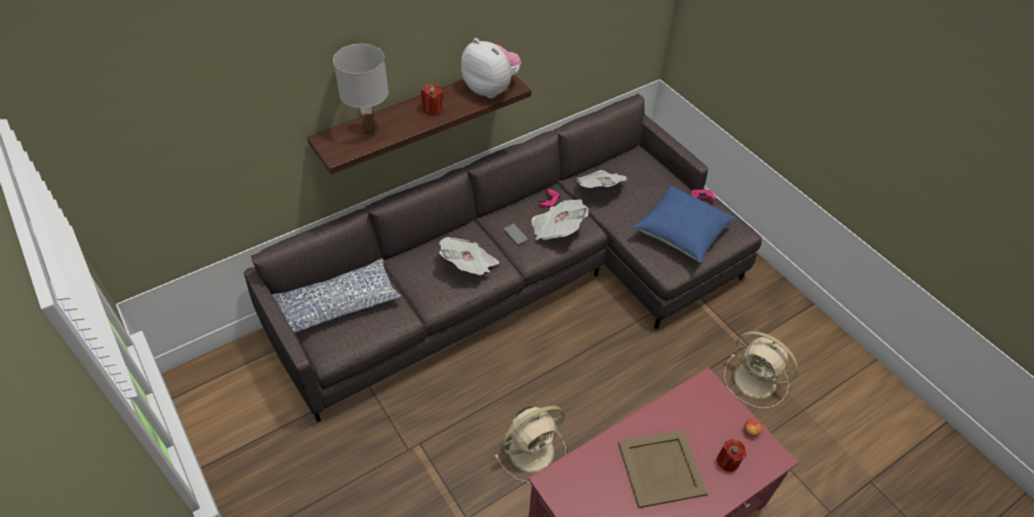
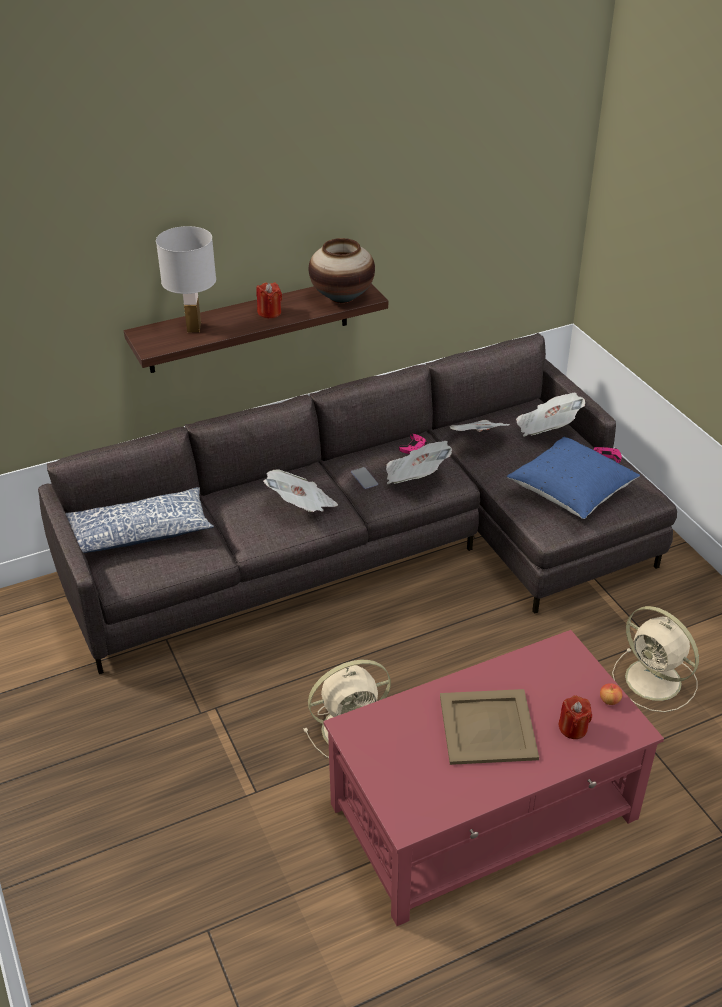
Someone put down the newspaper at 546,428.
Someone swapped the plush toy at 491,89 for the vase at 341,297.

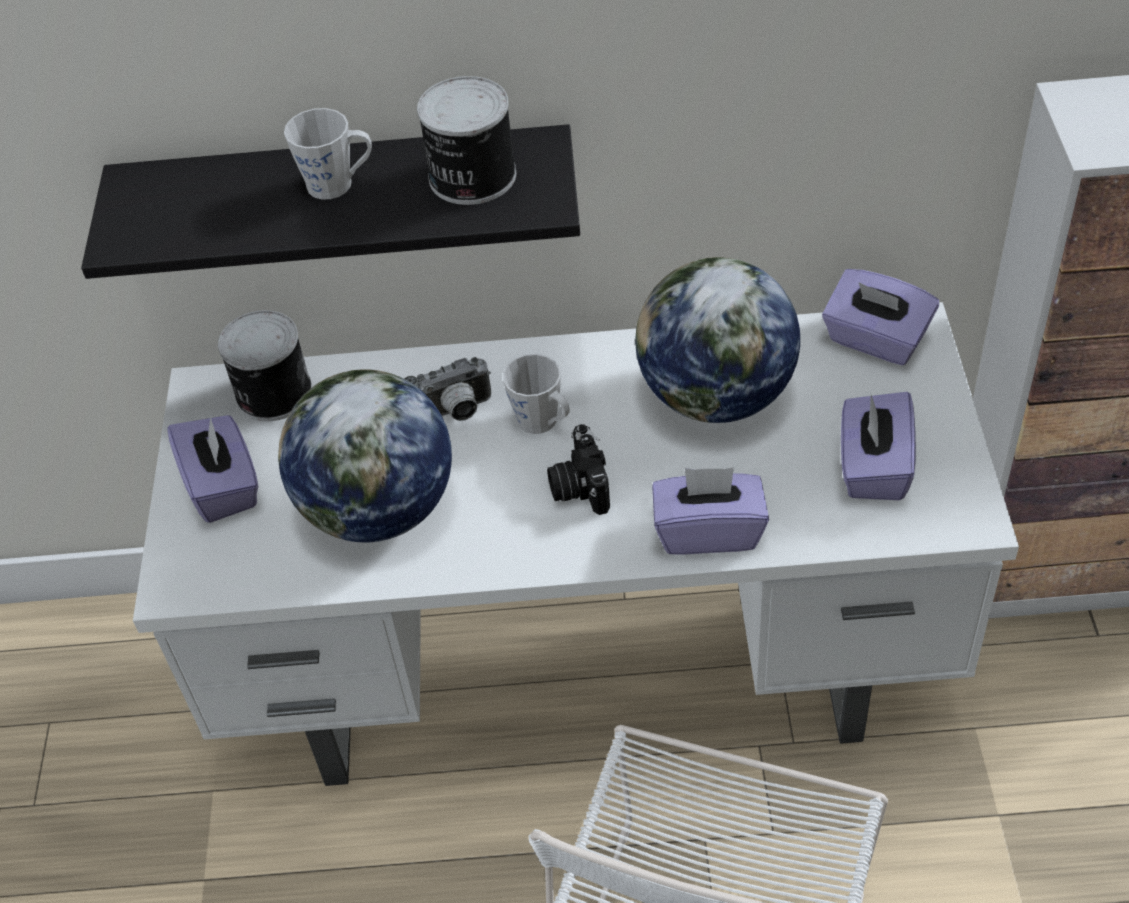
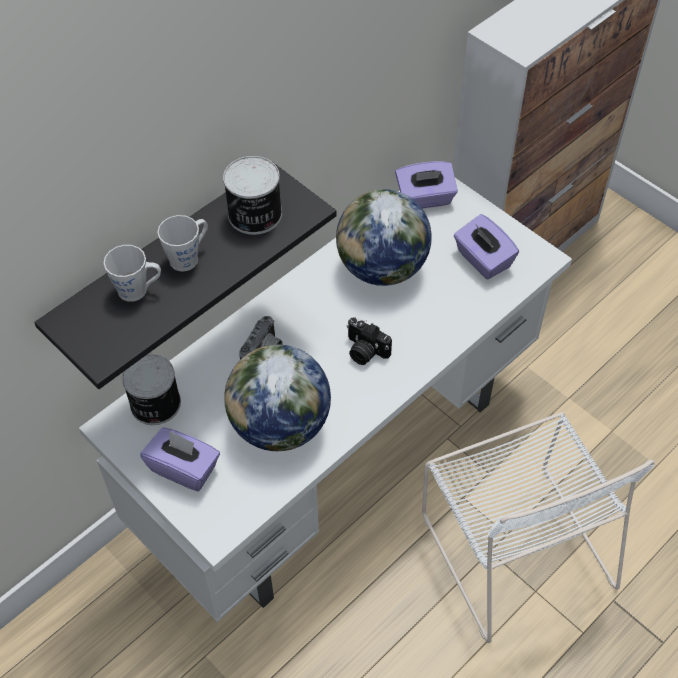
Someone took away the purple tissue box at 708,531.
Someone carried the grey mug from 543,422 to 138,290.

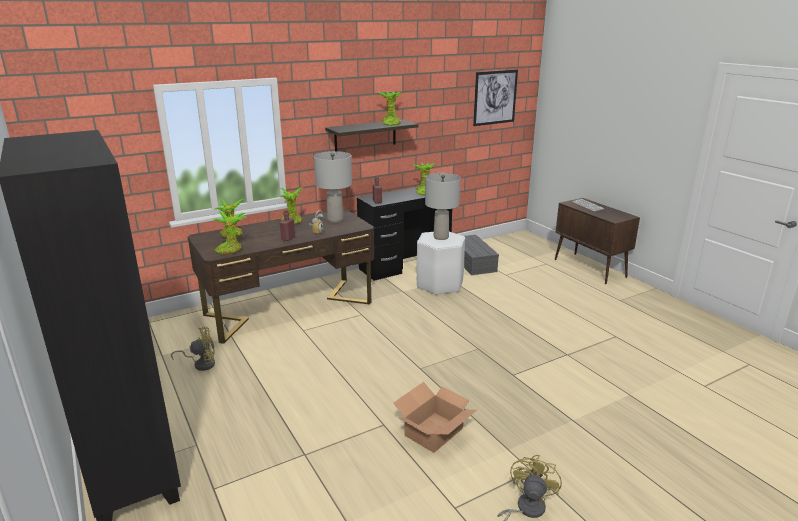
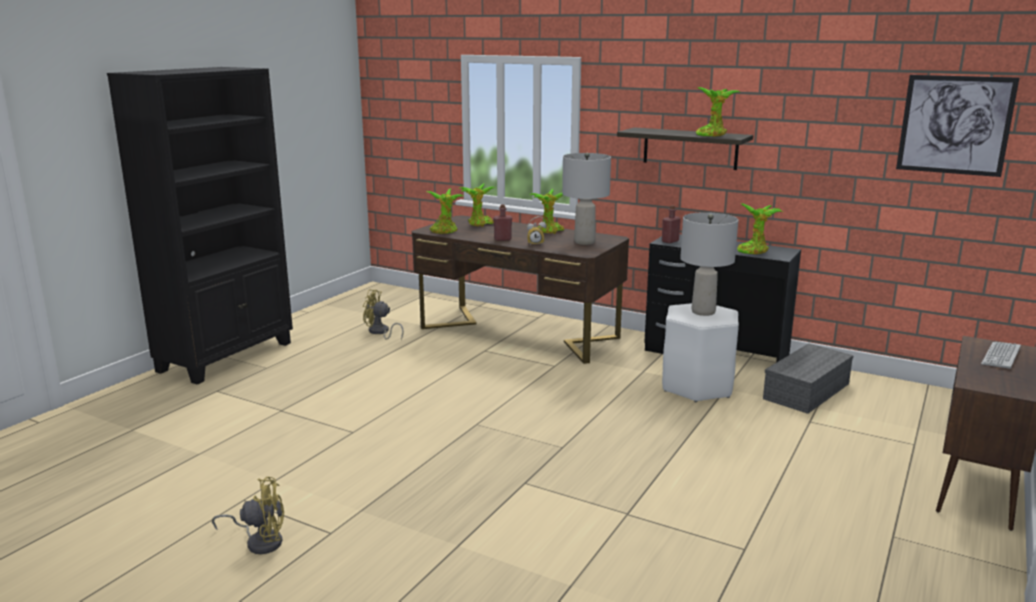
Someone took away the cardboard box at 433,432.
Someone rotated the yellow fan at 201,364 by 150 degrees clockwise.

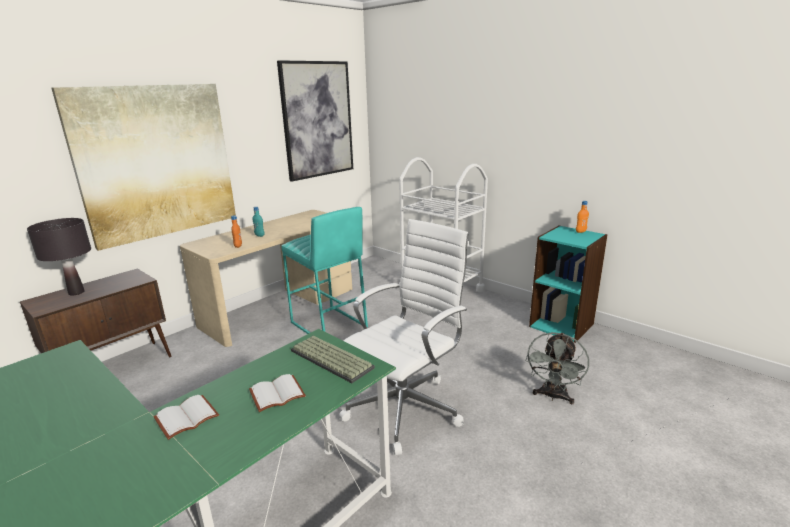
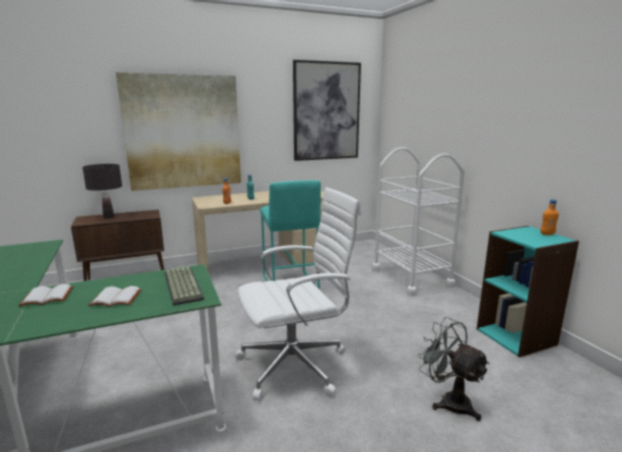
Someone rotated the grey fan at 553,396 by 90 degrees clockwise.

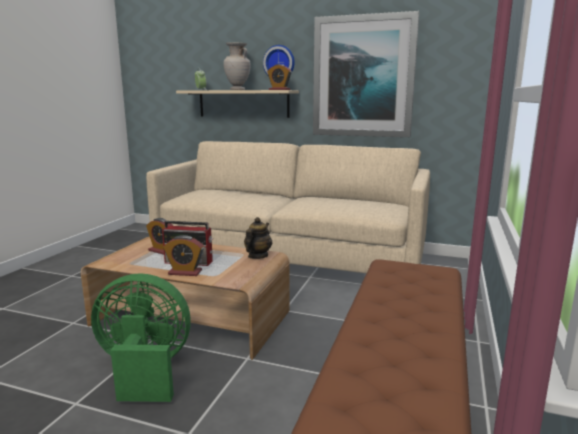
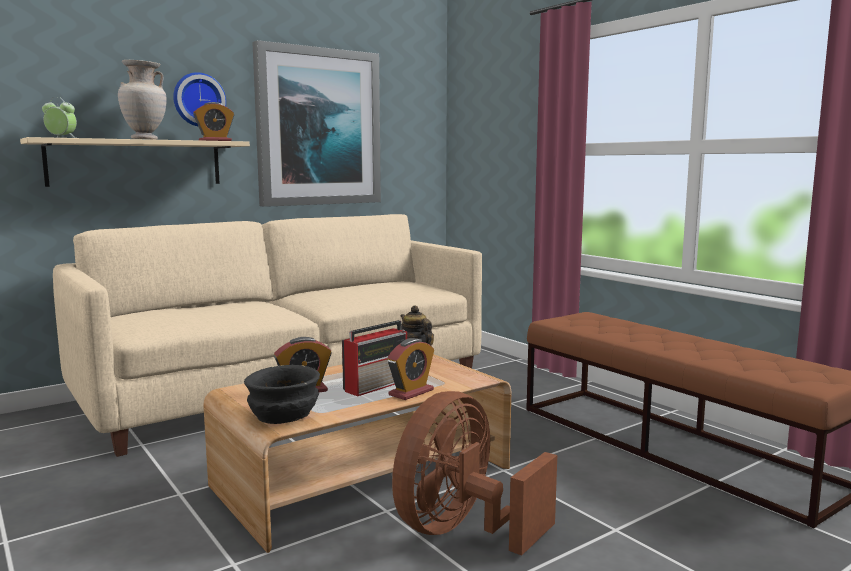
Someone put down the black bowl at 283,416.
Someone repainted the green fan at 145,371, which became the brown fan at 462,530.

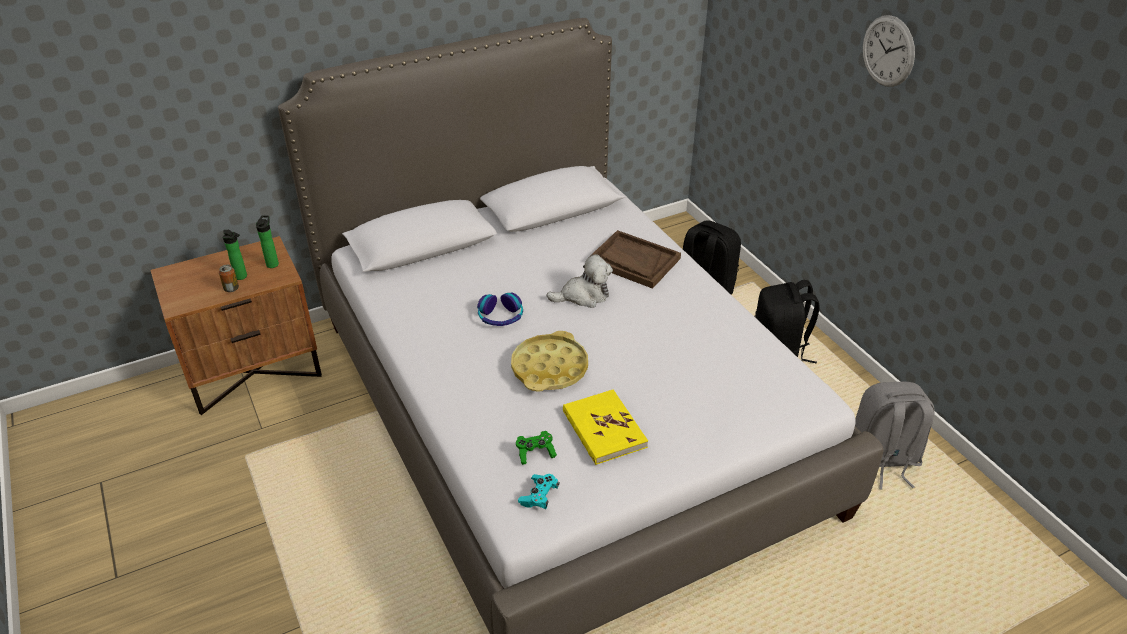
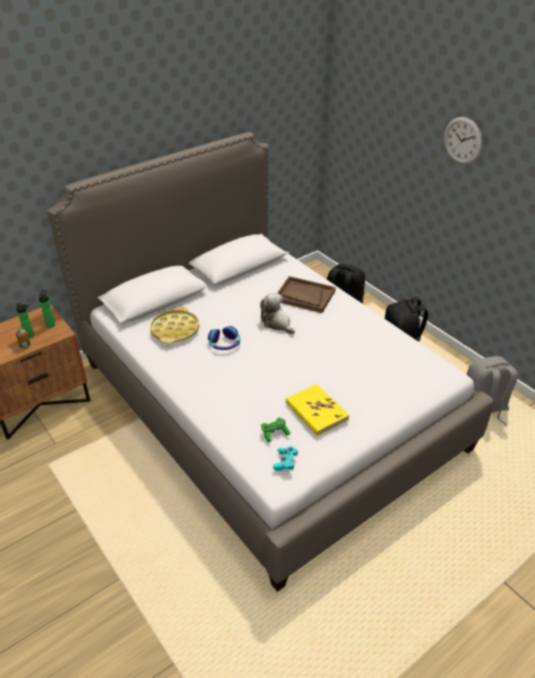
Someone carried the yellow tray from 550,368 to 175,330.
Someone rotated the plush toy at 583,296 by 105 degrees counterclockwise.

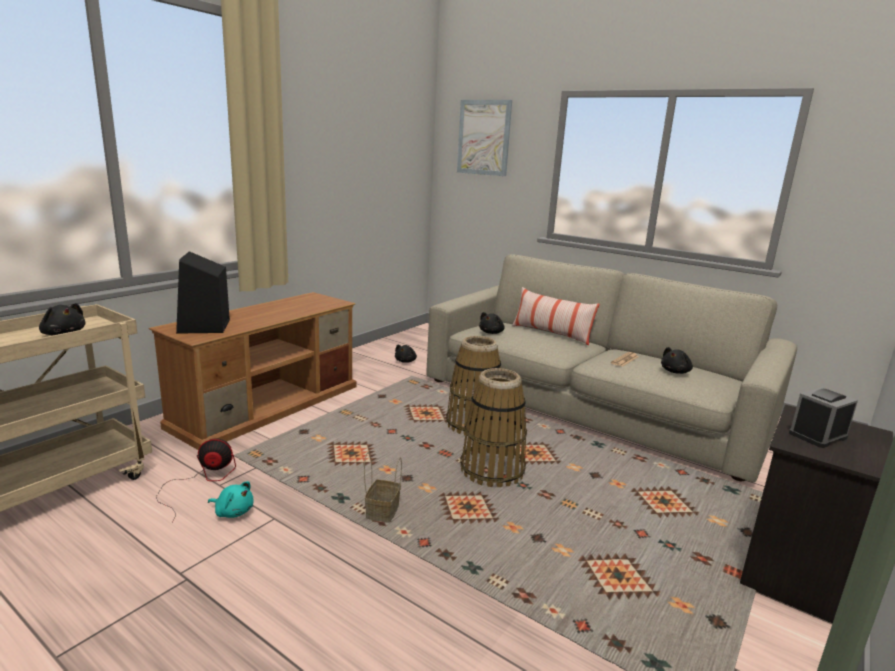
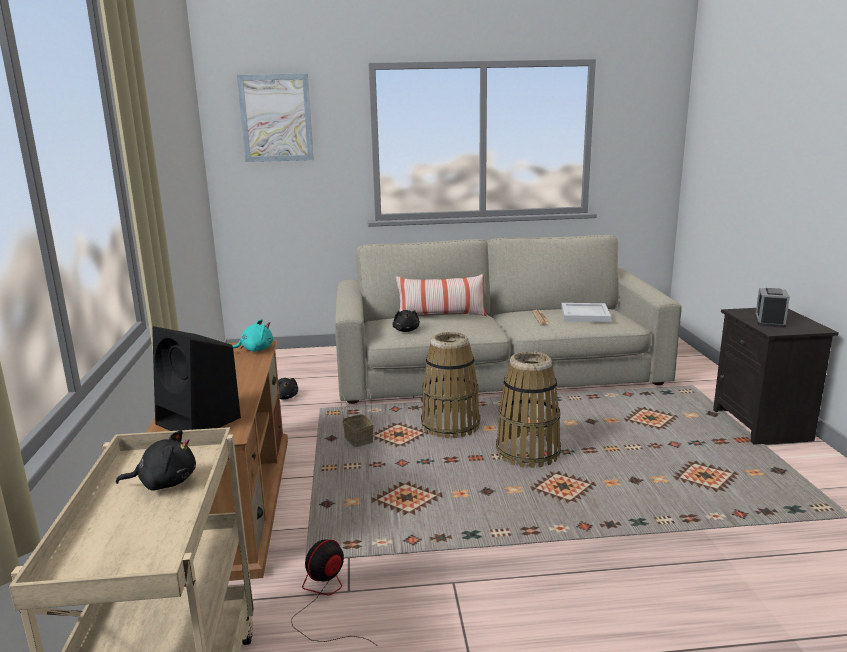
Someone carried the turquoise plush toy from 233,512 to 255,350.
Someone carried the basket from 382,511 to 357,440.
Someone swapped the black plush toy at 676,372 for the white tray at 585,315.

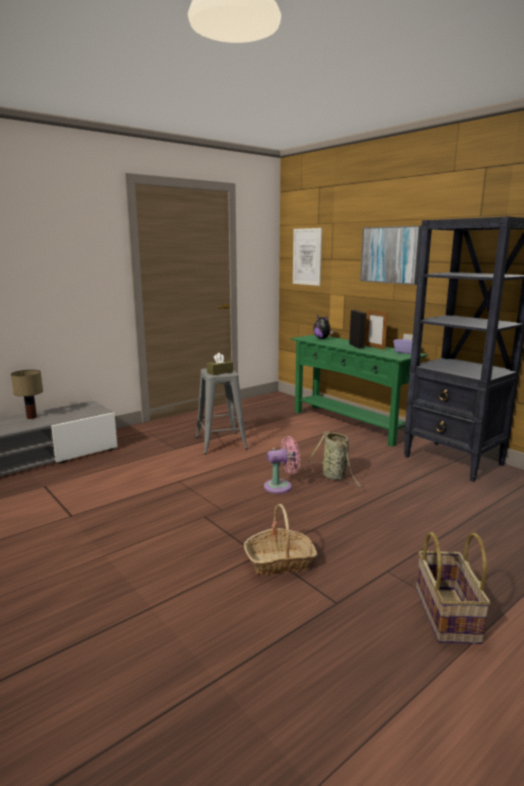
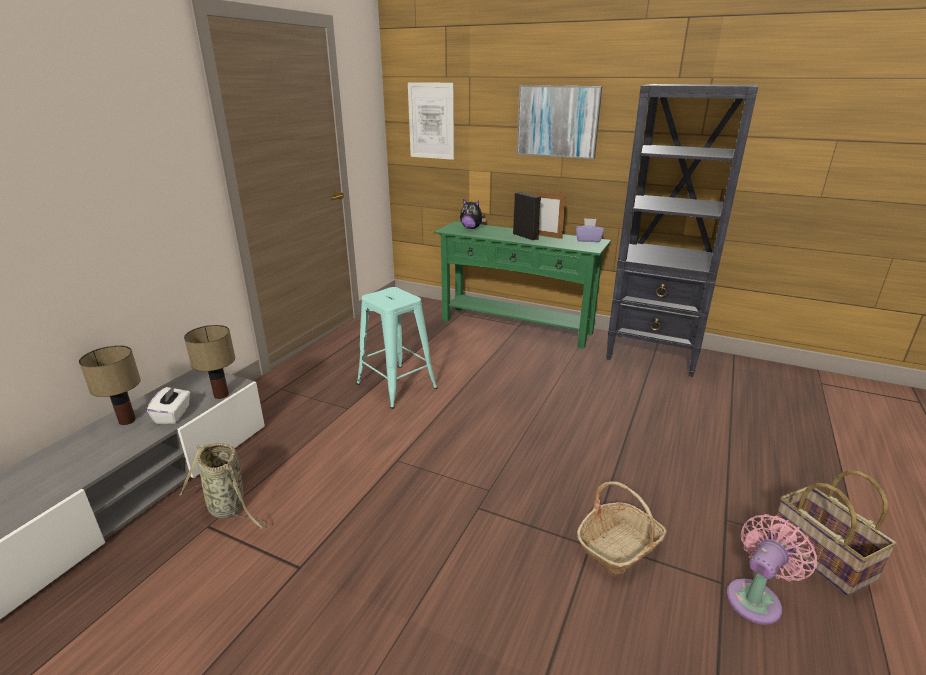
Someone took away the brown tissue box at 220,372.
Someone put down the white tissue box at 173,415.
Someone put down the table lamp at 222,395.
Someone carried the pink fan from 281,486 to 756,598.
Someone carried the basket from 335,477 to 229,508.
Someone repainted the grey stool at 220,443, which became the turquoise stool at 396,386.

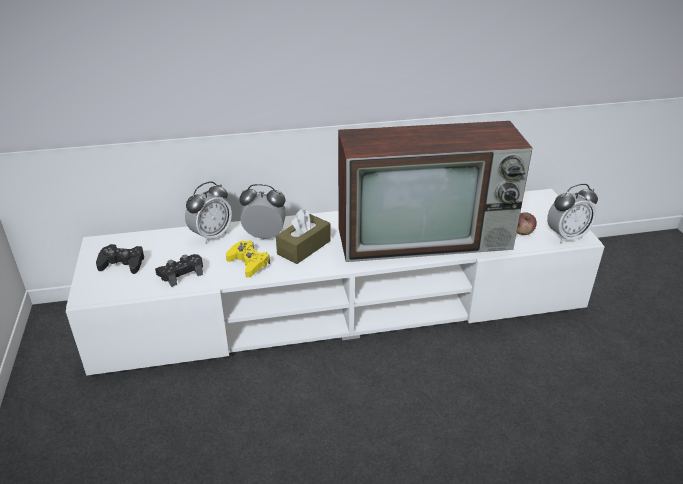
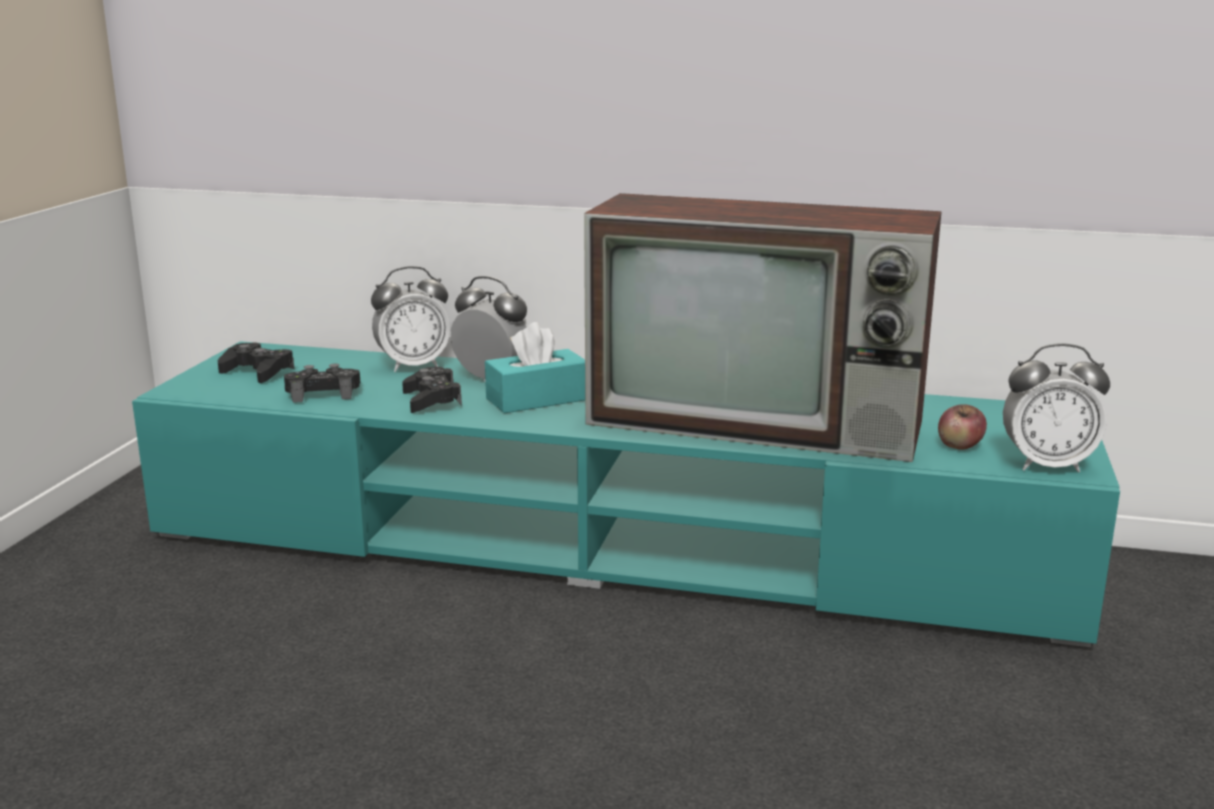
Someone repainted the white tv stand at 342,306, which became the turquoise tv stand at 609,545.
Someone repainted the yellow game controller at 248,263, which became the black game controller at 432,400.
Someone repainted the brown tissue box at 304,247, which became the turquoise tissue box at 537,399.

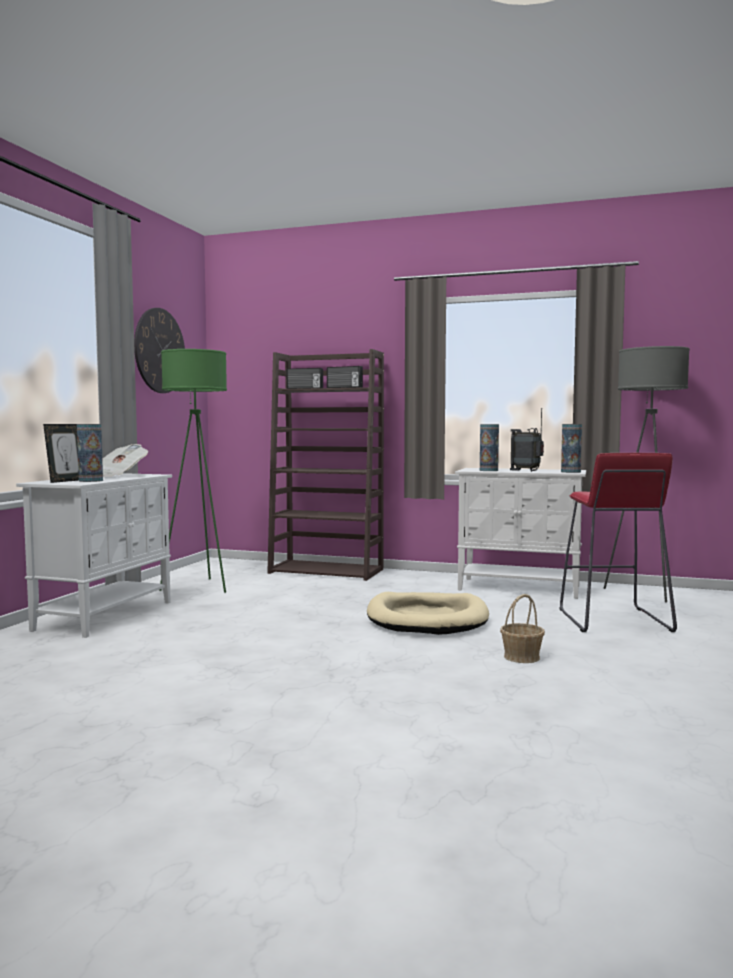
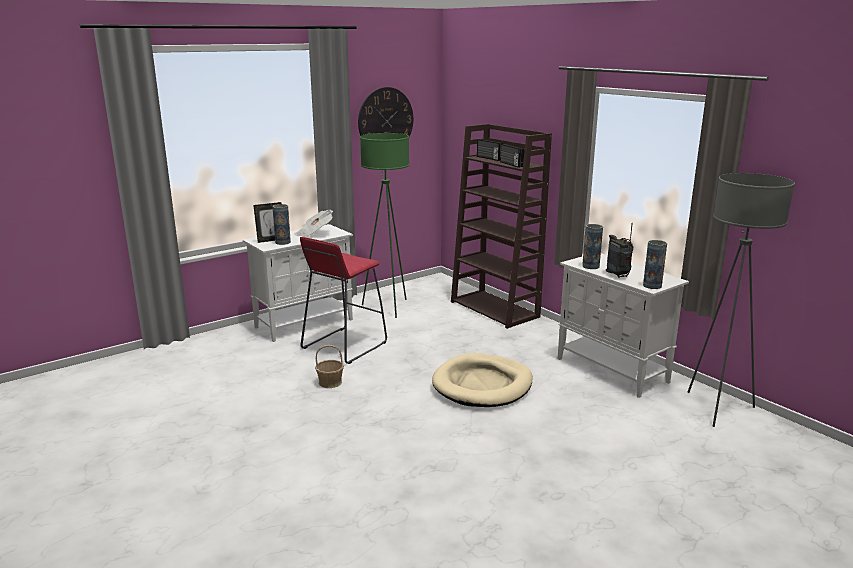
Someone carried the basket from 522,657 to 330,382.
Someone carried the red stool from 612,620 to 344,345.

